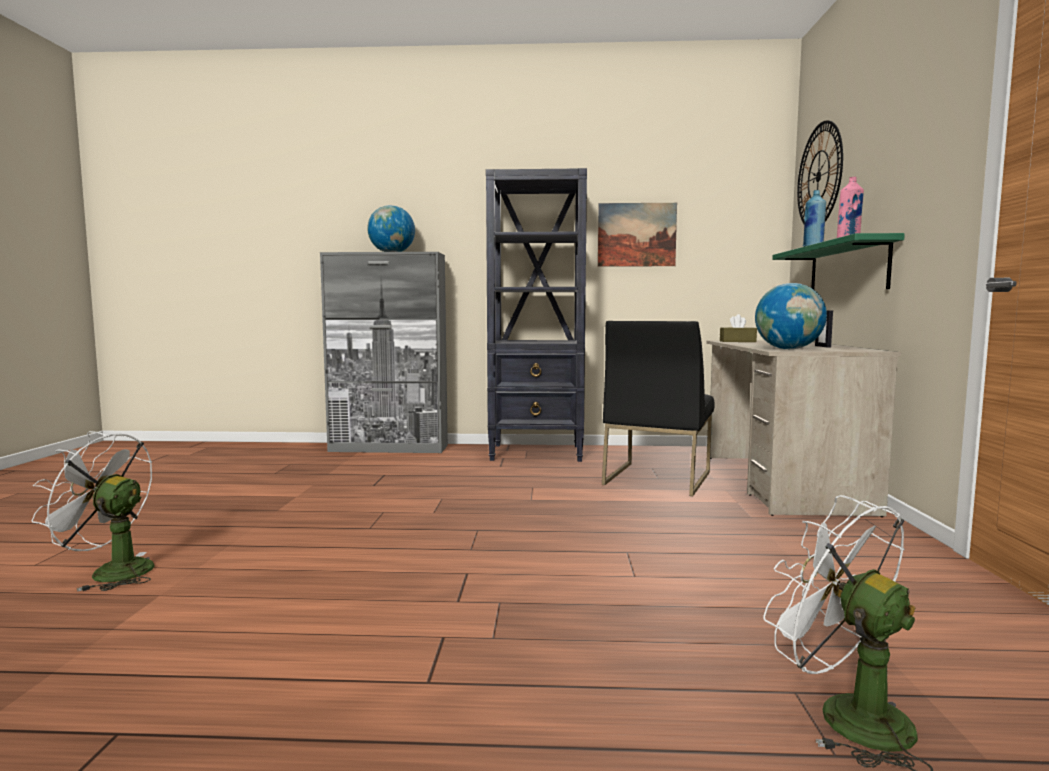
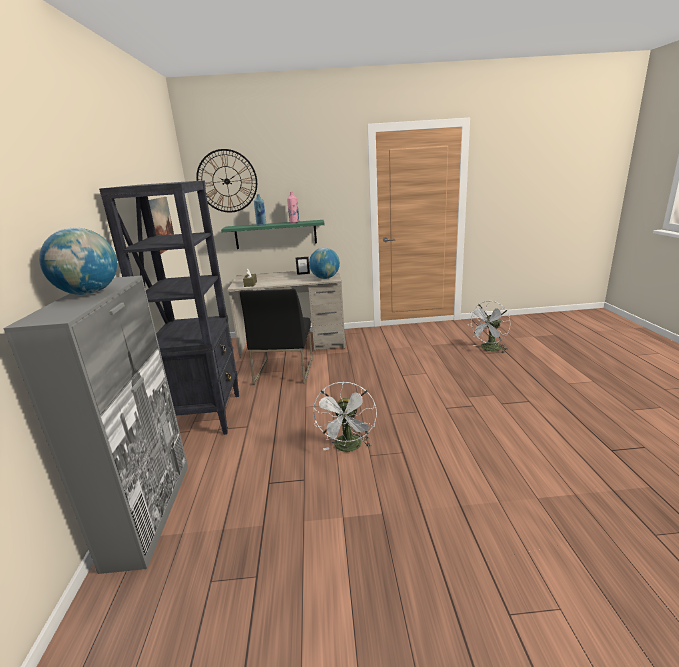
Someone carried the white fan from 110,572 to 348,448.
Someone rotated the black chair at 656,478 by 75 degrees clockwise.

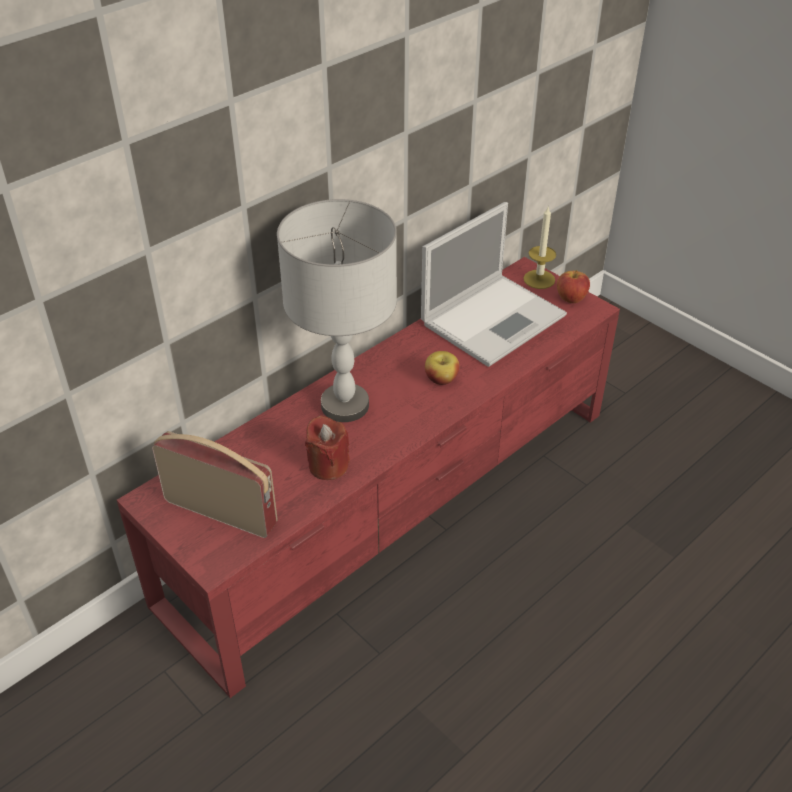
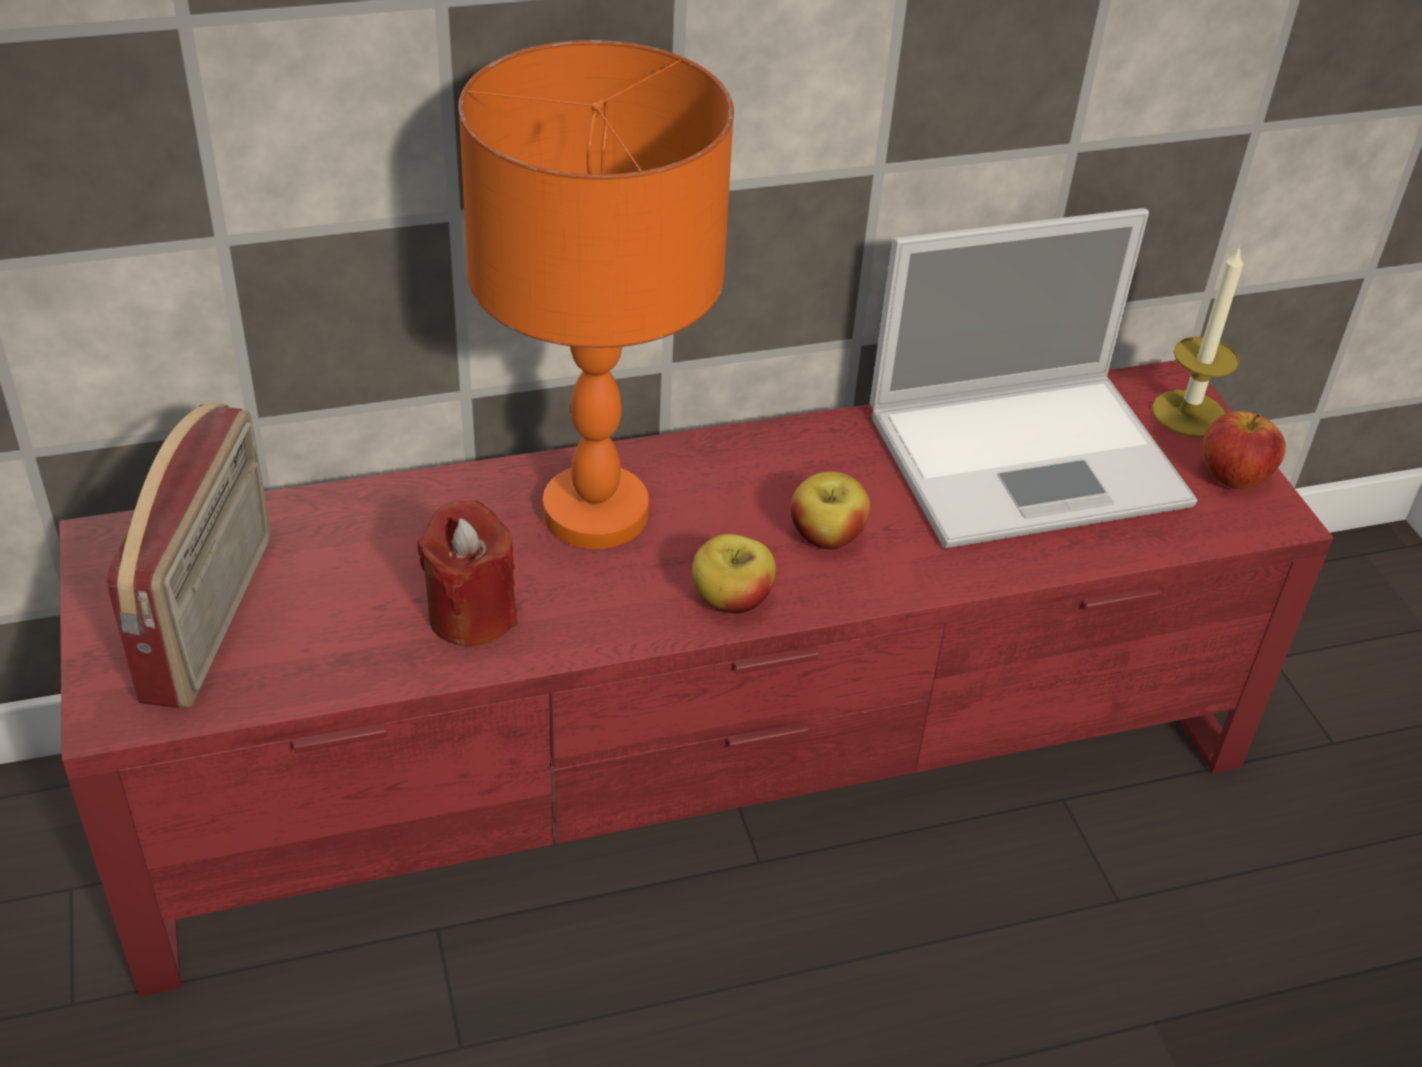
Someone put down the apple at 731,599.
Someone repainted the grey table lamp at 345,406, which became the orange table lamp at 596,514.
Someone rotated the radio at 221,511 by 45 degrees clockwise.

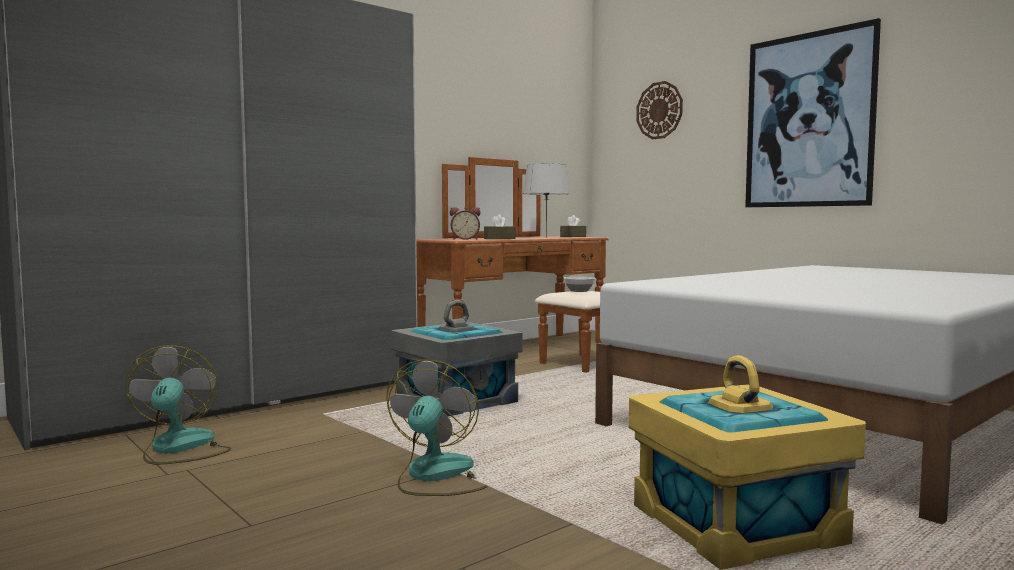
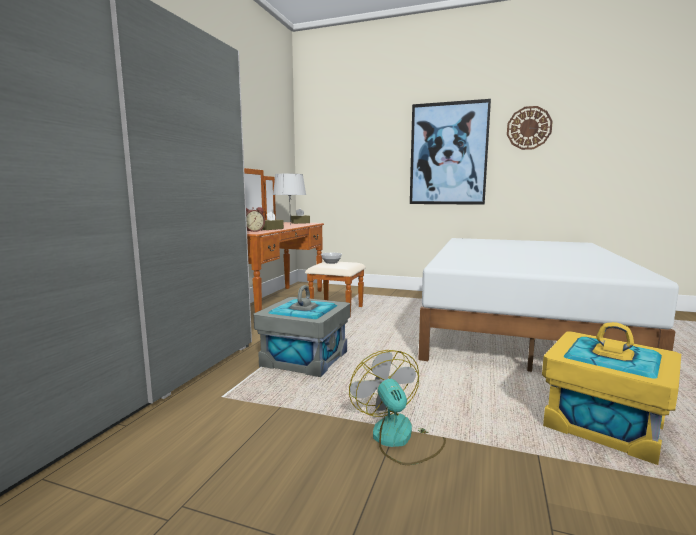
Someone took away the fan at 179,448.
Someone carried the wall clock from 659,110 to 529,128.

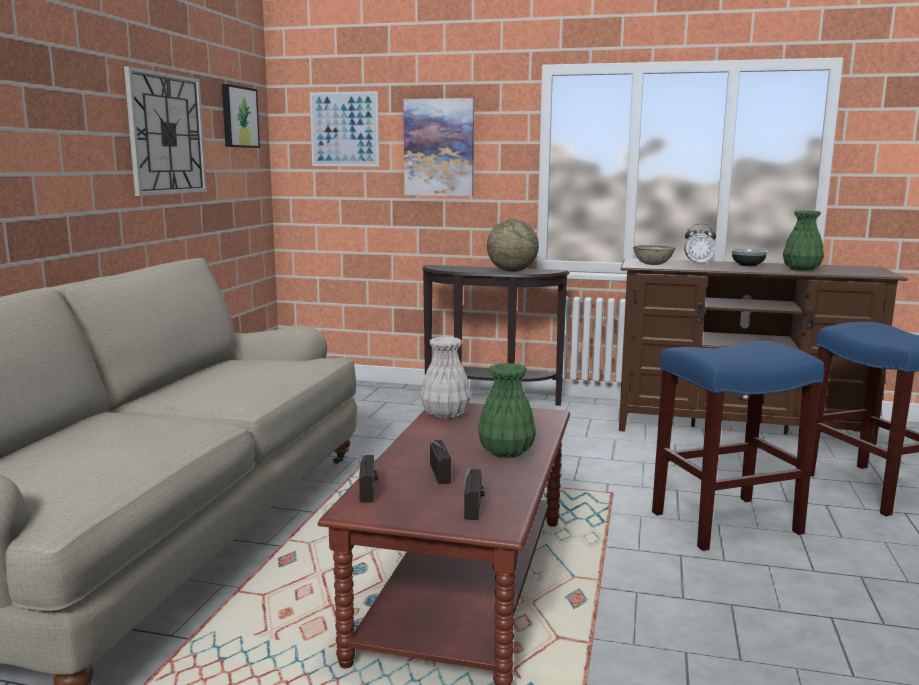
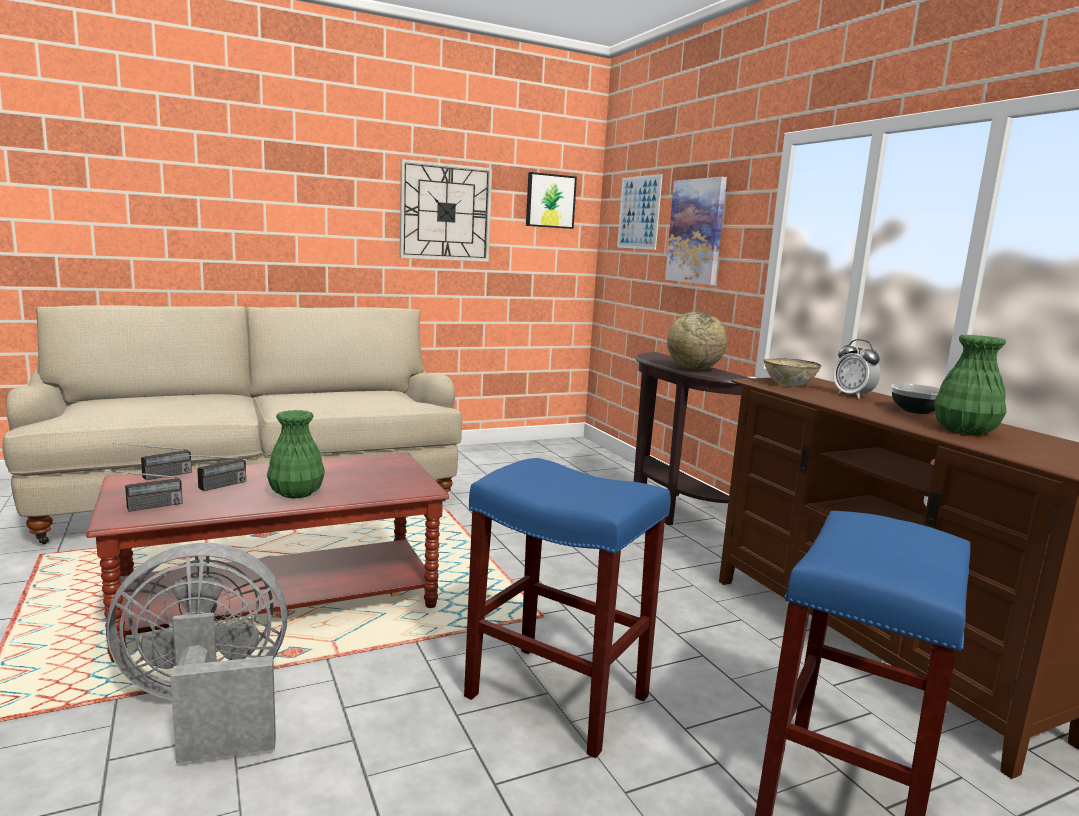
Someone took away the white vase at 445,414.
Someone put down the grey fan at 207,707.

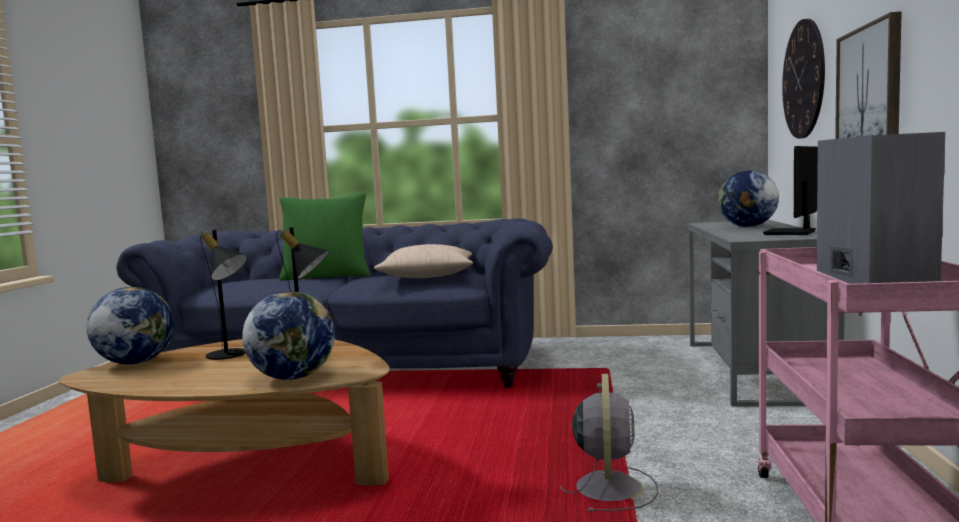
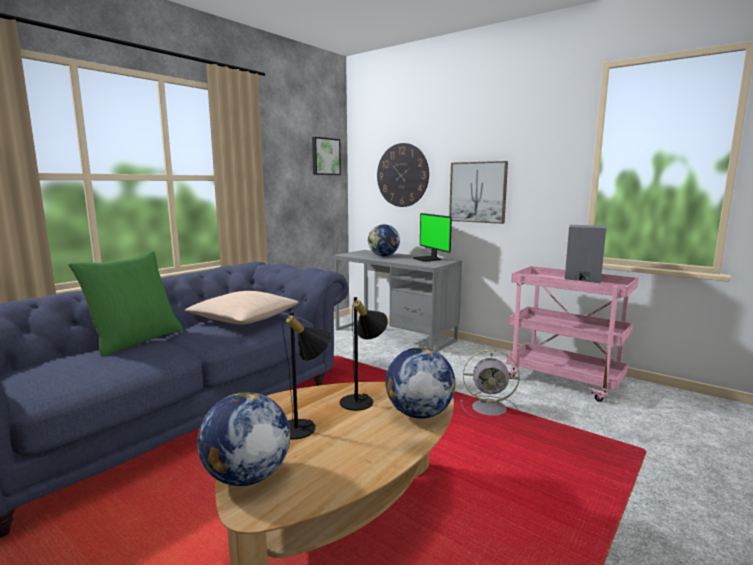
Someone put up the picture at 325,156.
Someone rotated the grey fan at 608,486 by 150 degrees clockwise.

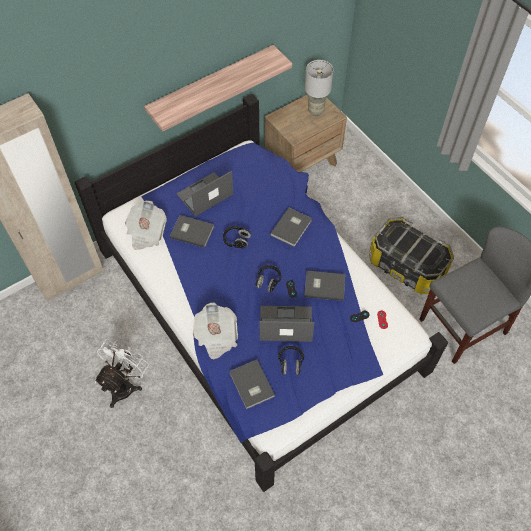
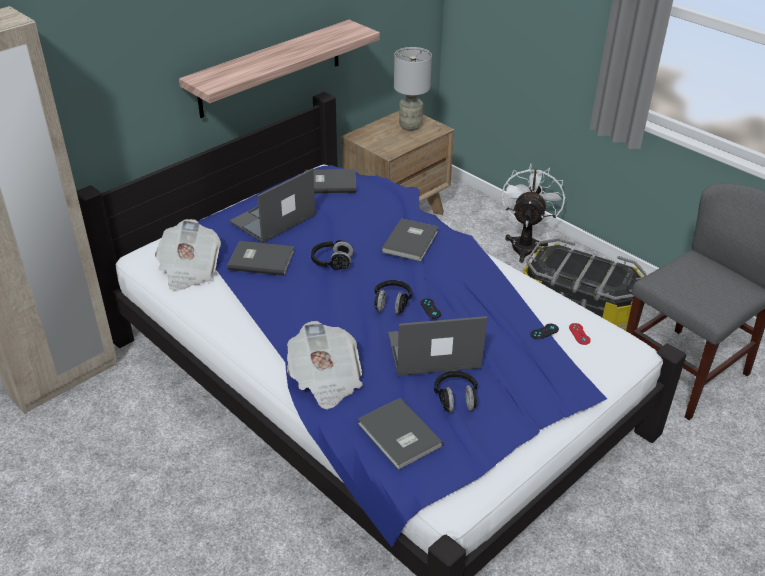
Someone carried the white fan from 125,384 to 526,244.
Someone carried the grey book from 324,285 to 329,182.

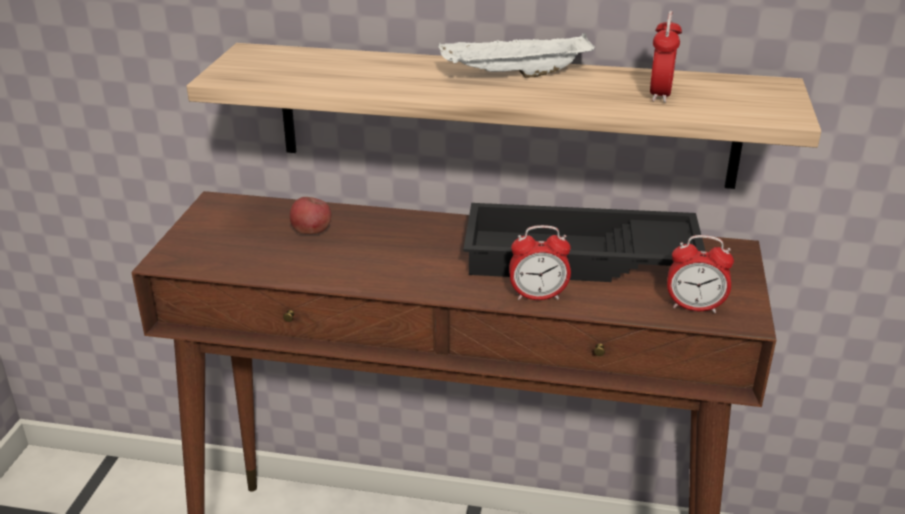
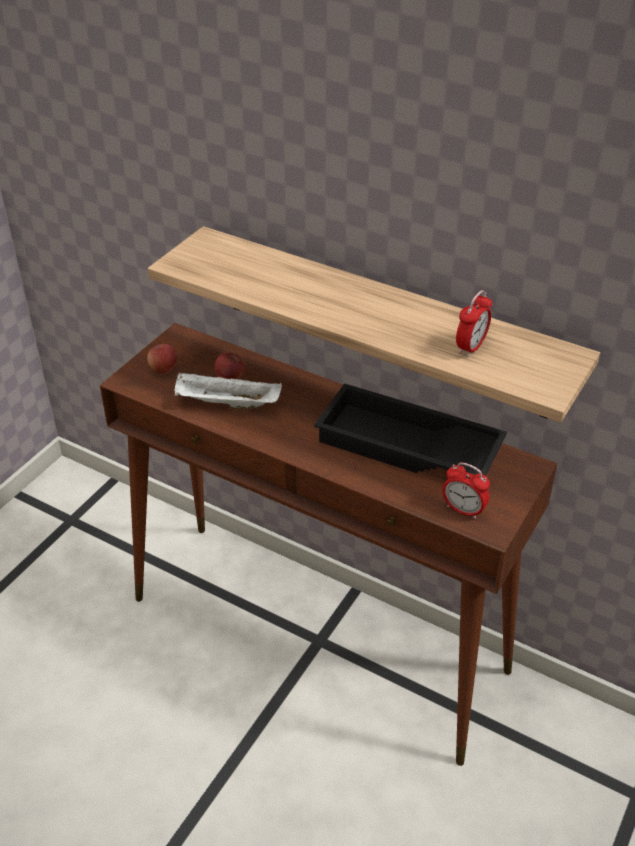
Someone took away the alarm clock at 538,296.
Someone put down the apple at 163,369.
Someone carried the white tray from 514,76 to 226,404.

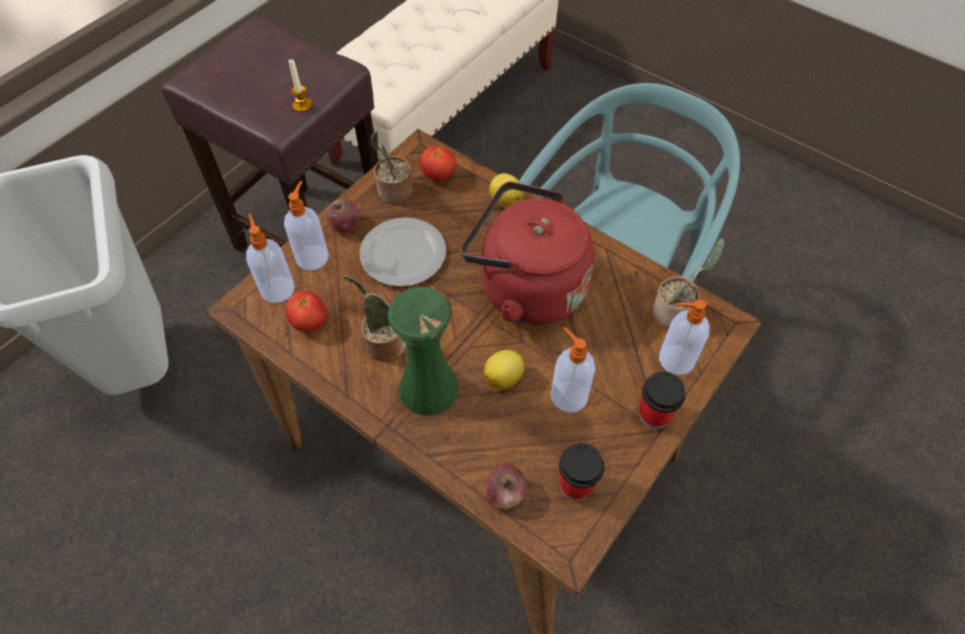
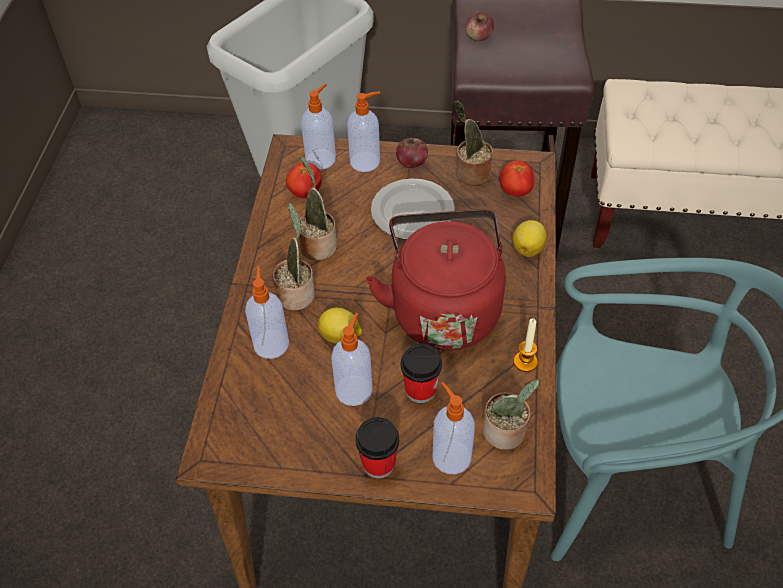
Someone put down the soap dispenser at 271,343.
Someone carried the candle from 302,105 to 525,362.
Someone carried the apple from 505,493 to 478,37.
Someone carried the cup from 576,485 to 420,390.
Someone swapped the green vase at 428,388 for the potted plant at 296,293.

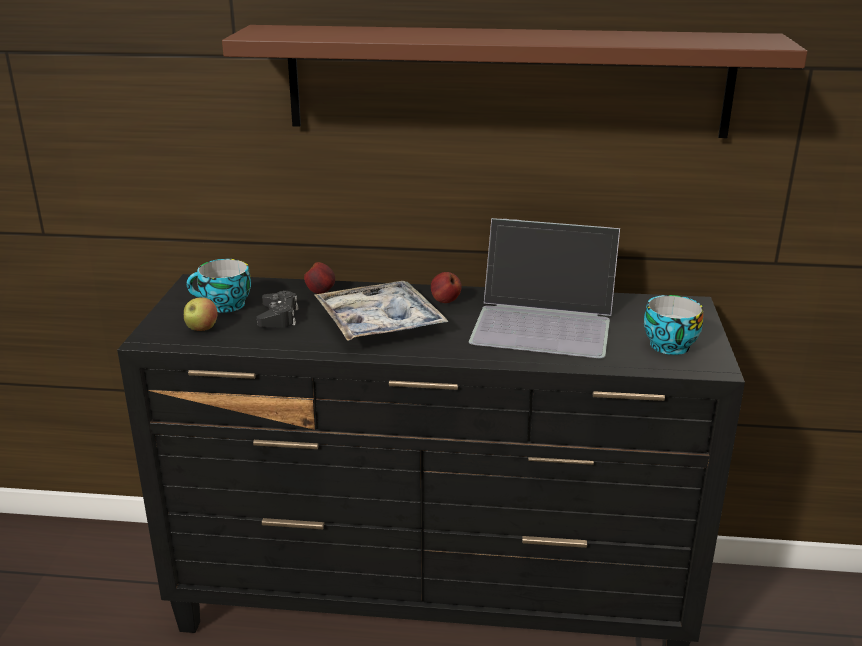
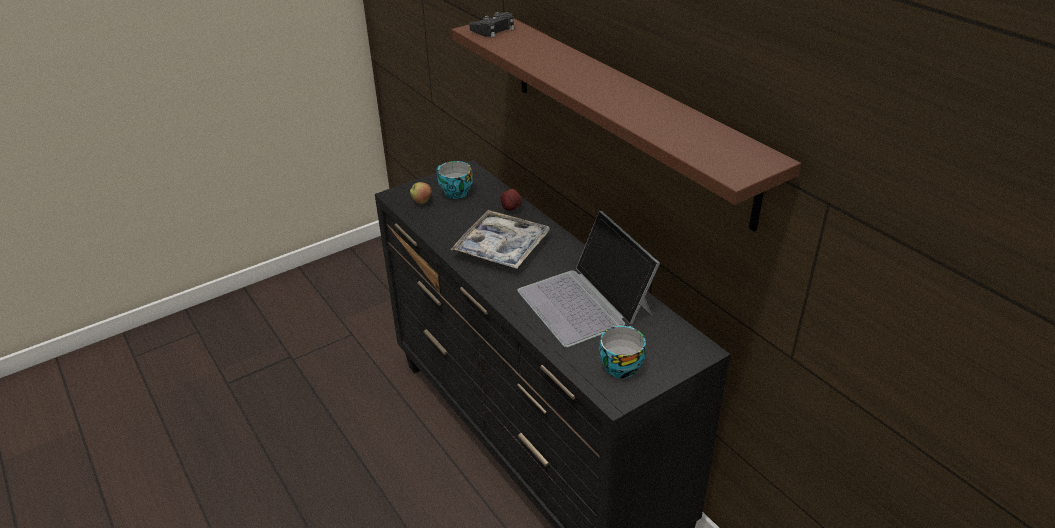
Someone took away the apple at 445,301.
Someone carried the black game controller from 278,316 to 494,30.

